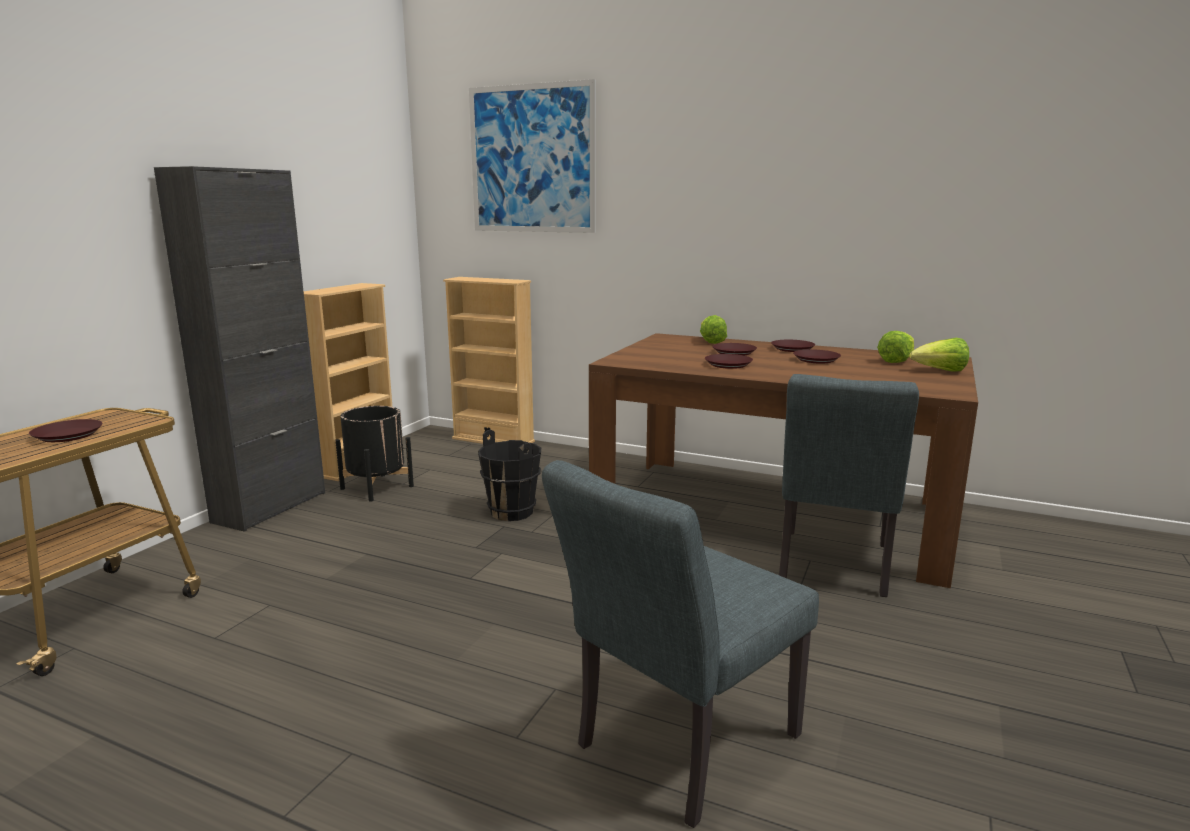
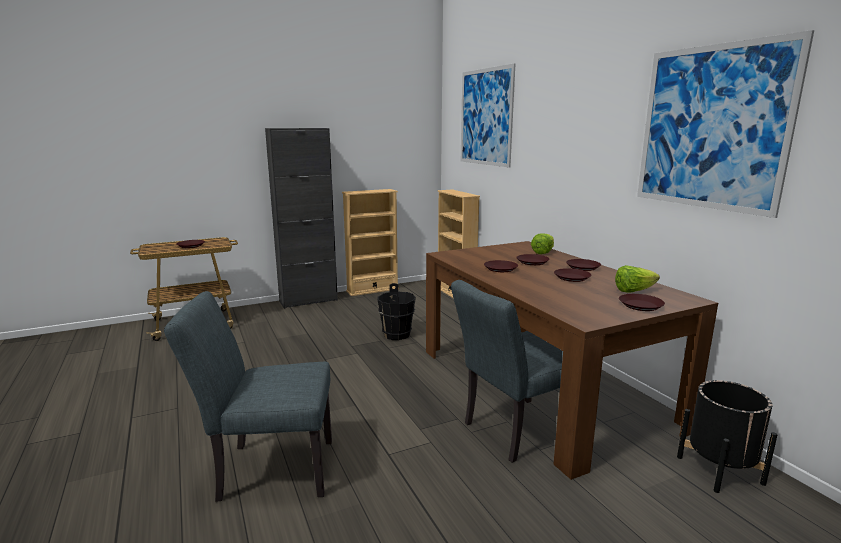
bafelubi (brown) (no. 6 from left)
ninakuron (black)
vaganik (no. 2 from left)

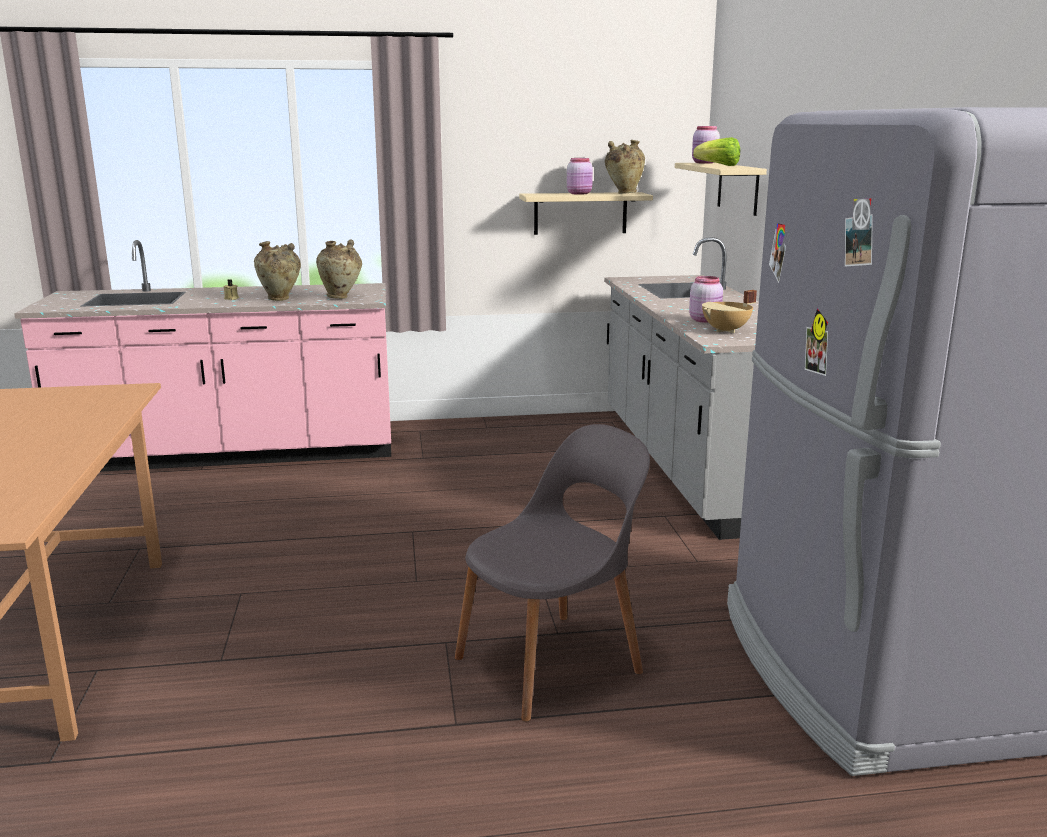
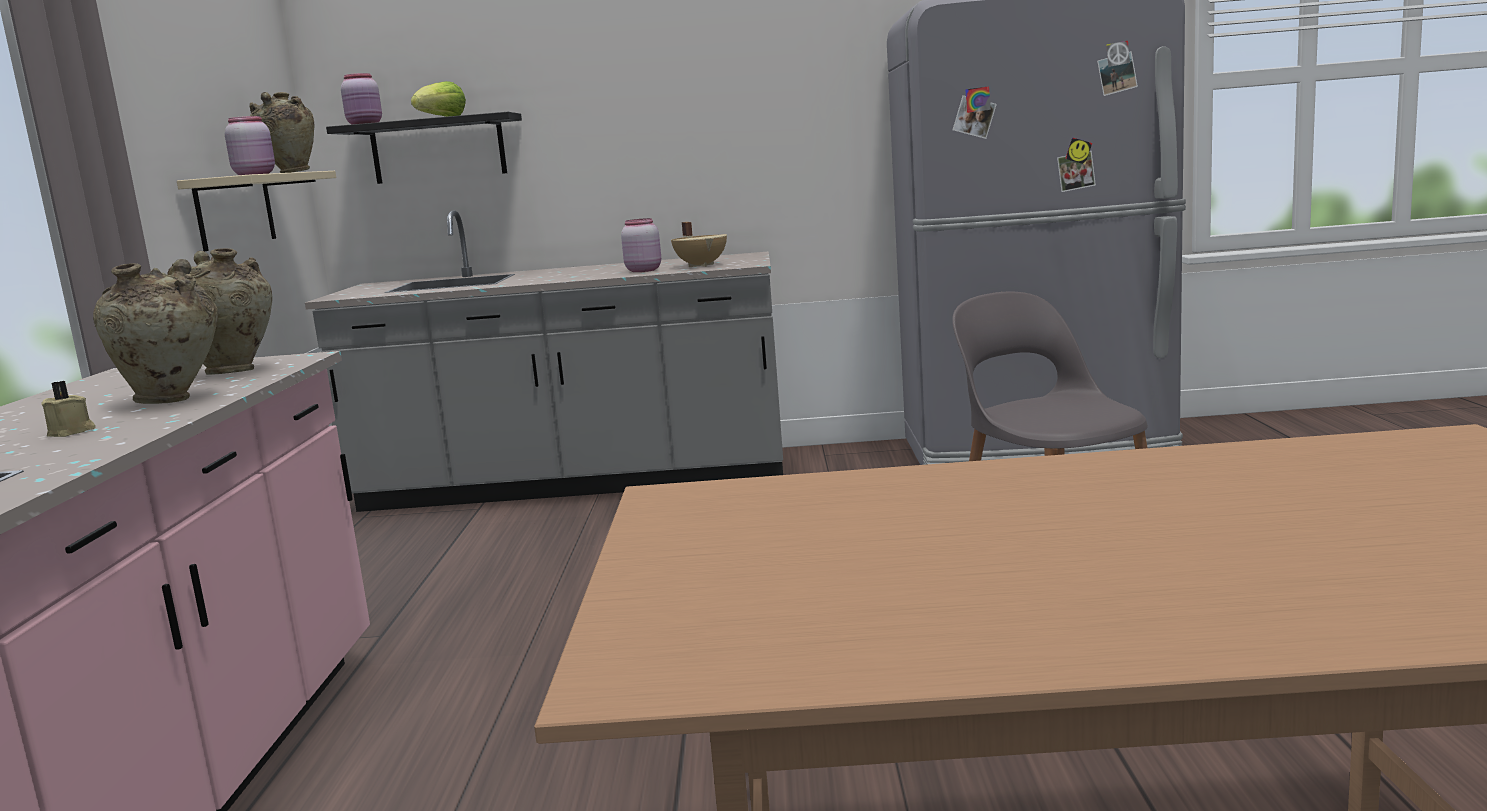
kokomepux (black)

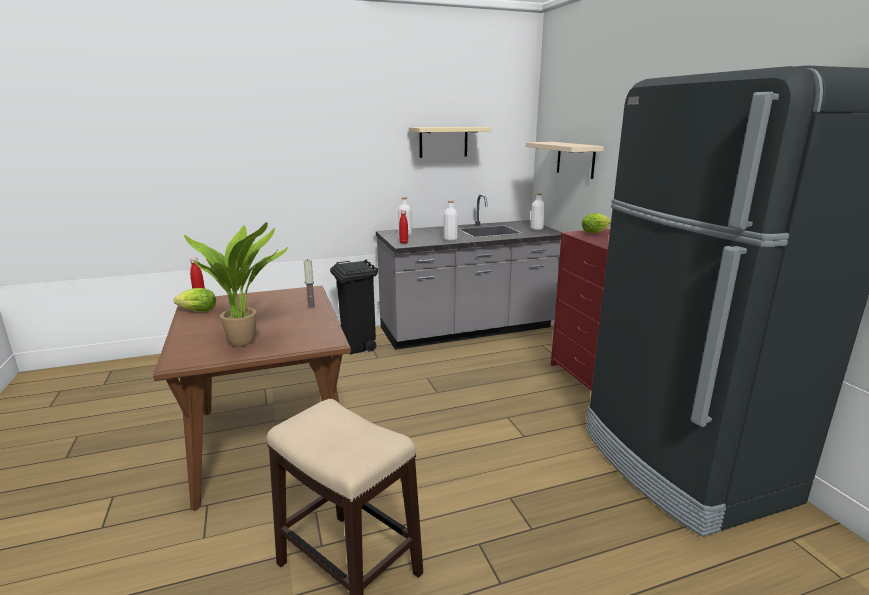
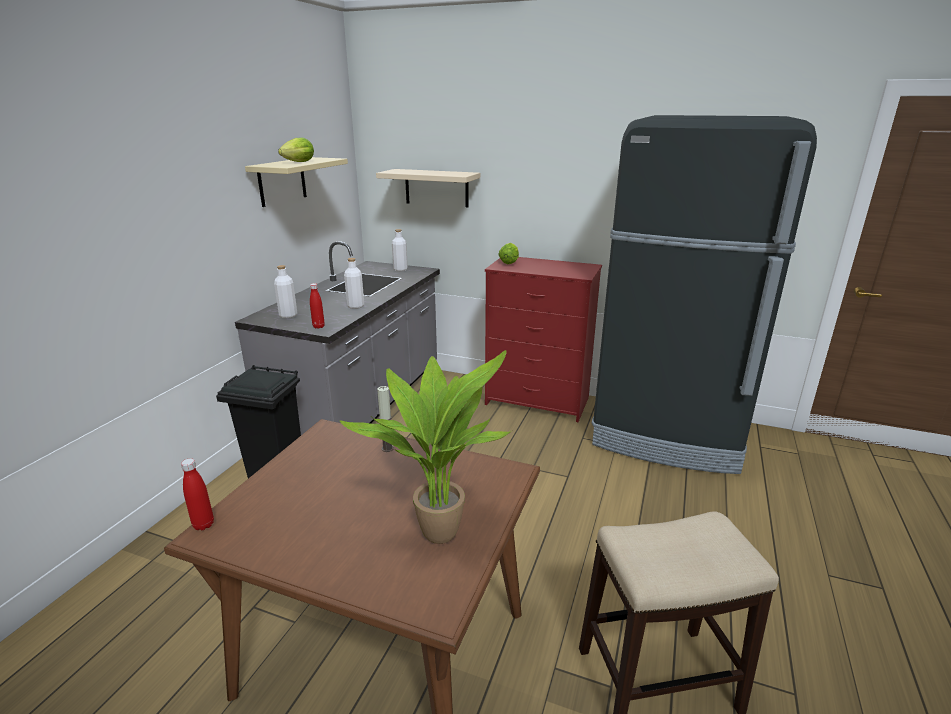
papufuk (no. 1 from left)

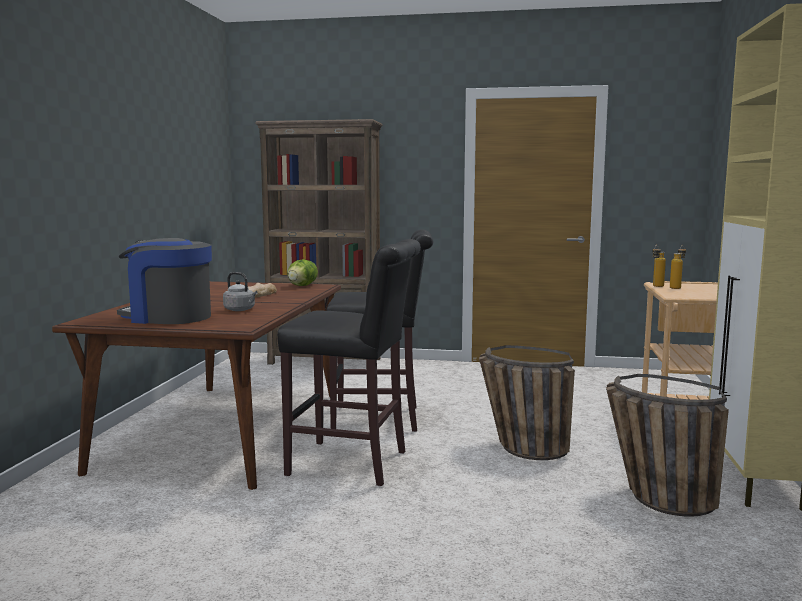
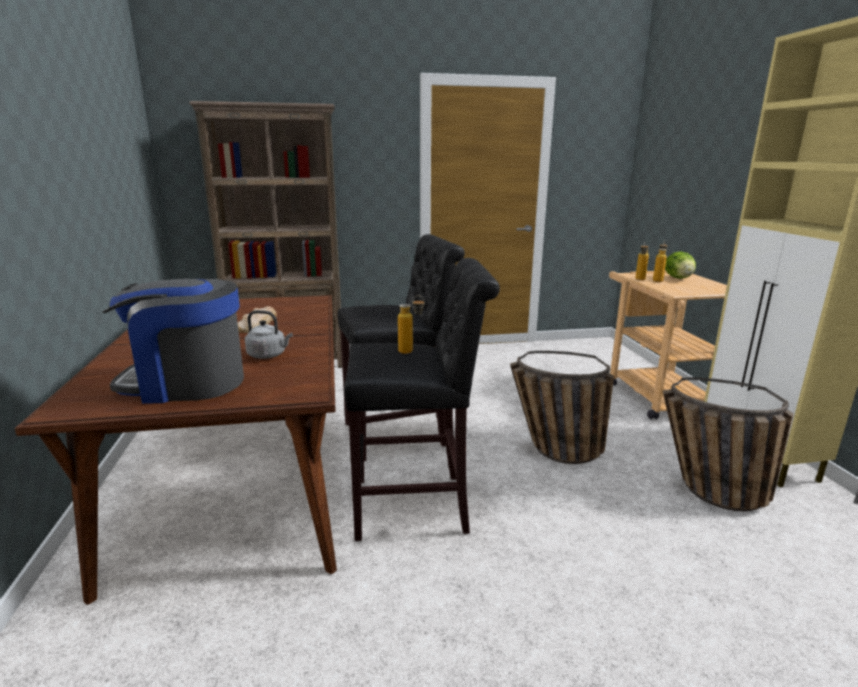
papufuk
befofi (no. 1 from left)

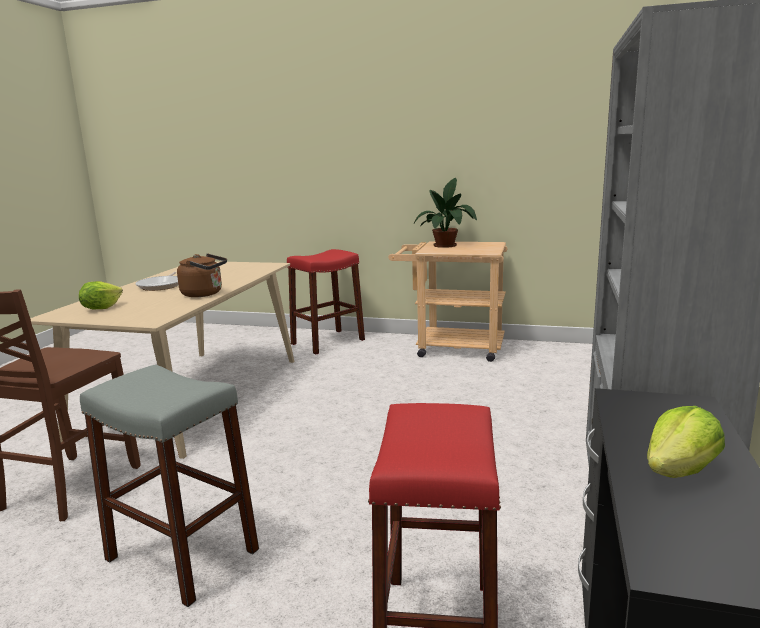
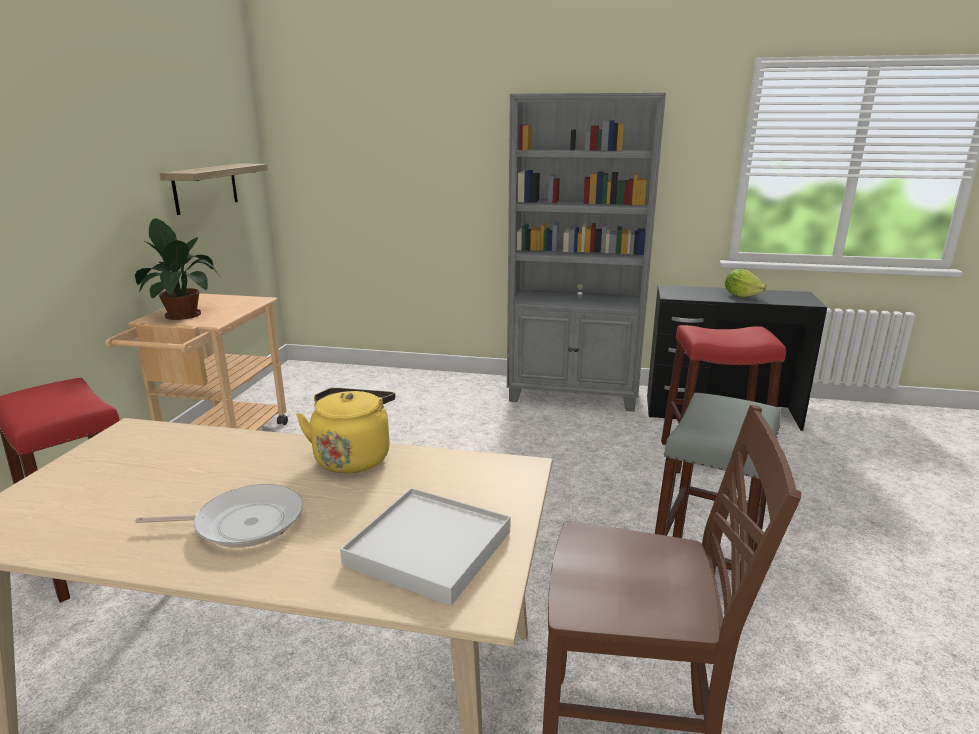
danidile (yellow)
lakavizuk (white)
kokomepux

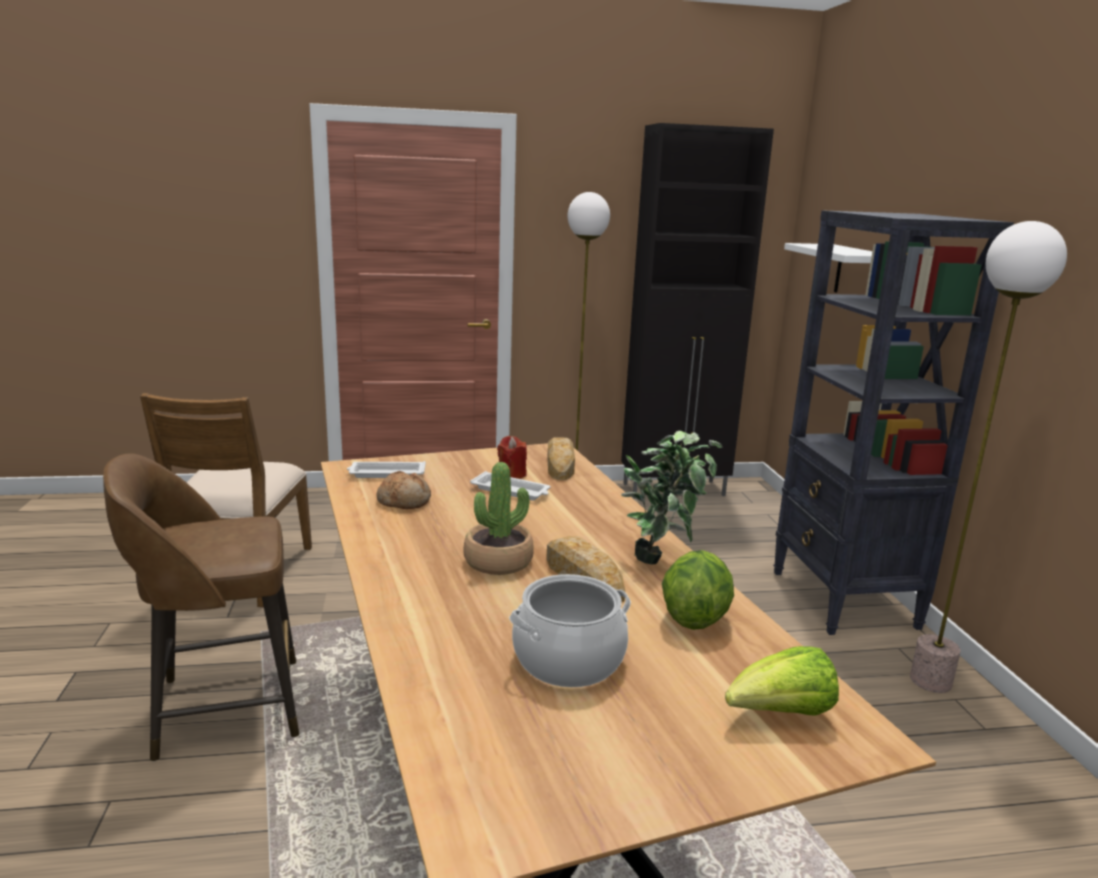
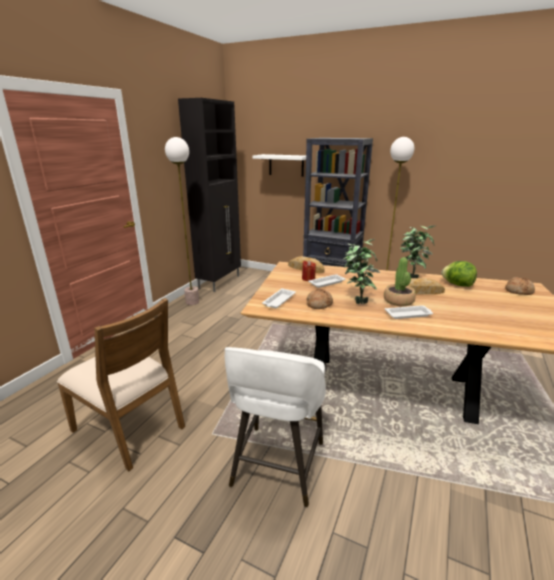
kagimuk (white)
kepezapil
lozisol (no. 4 from left)
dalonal (no. 1 from left)
lakavizuk (white) (no. 3 from left)

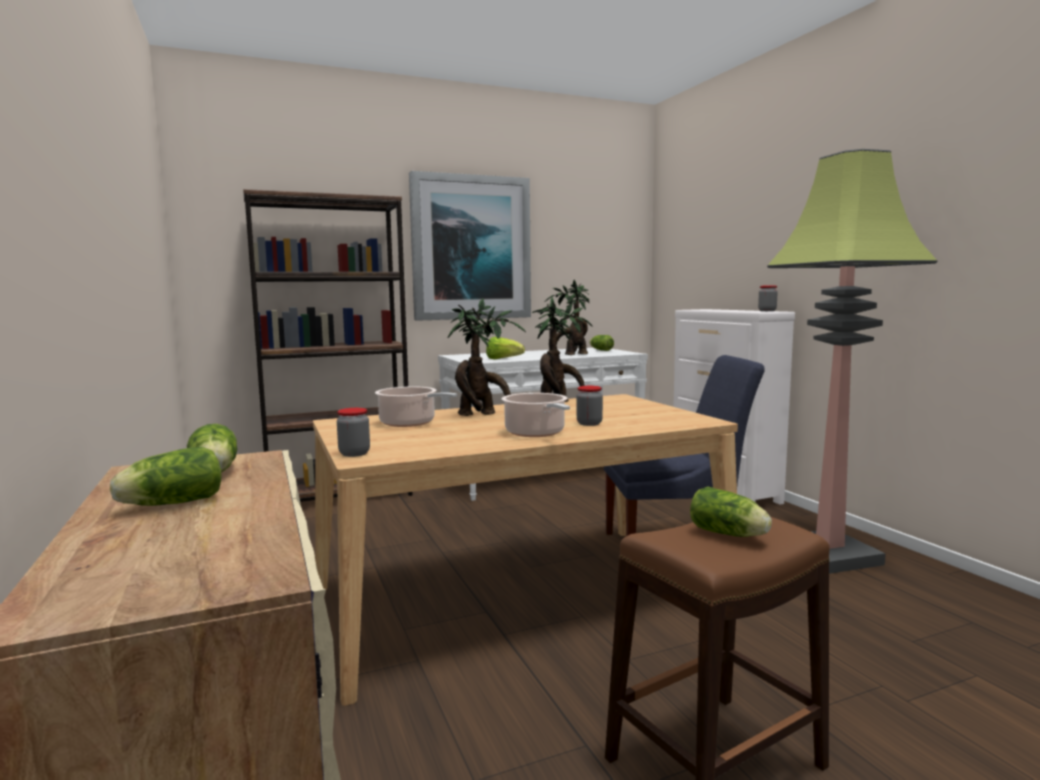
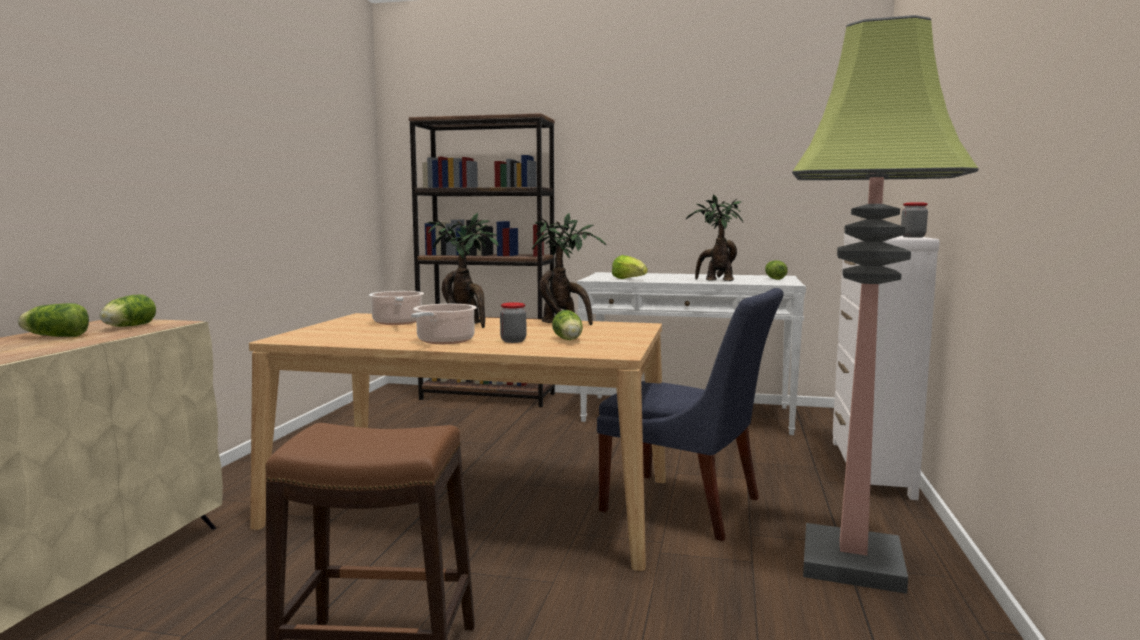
vaganik
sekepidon (no. 1 from left in the first image)
papufuk (no. 3 from left)

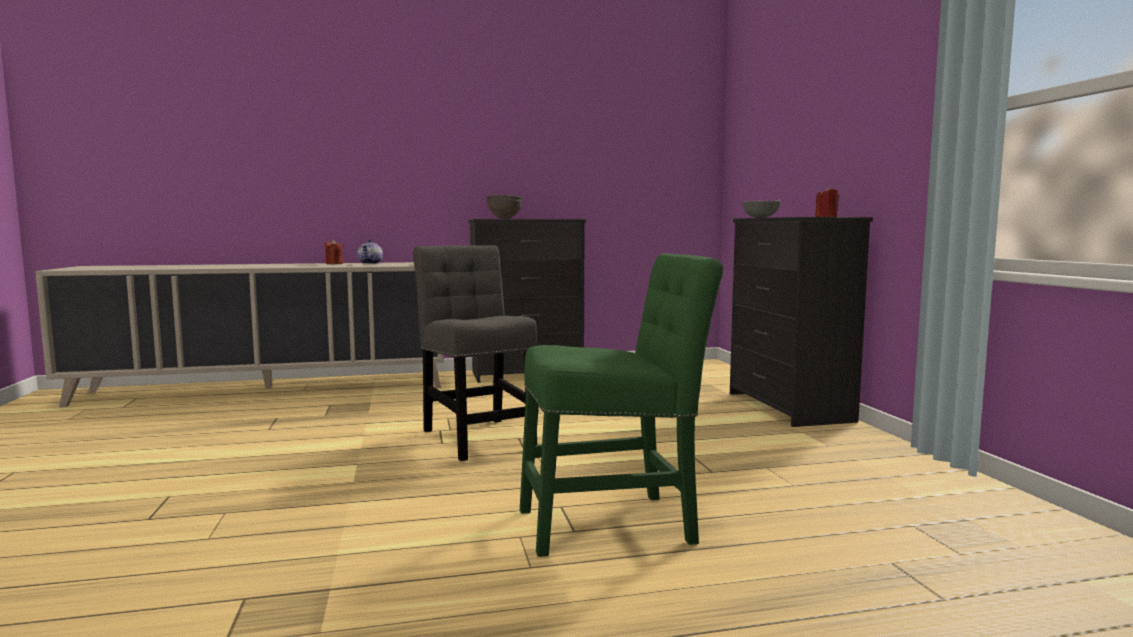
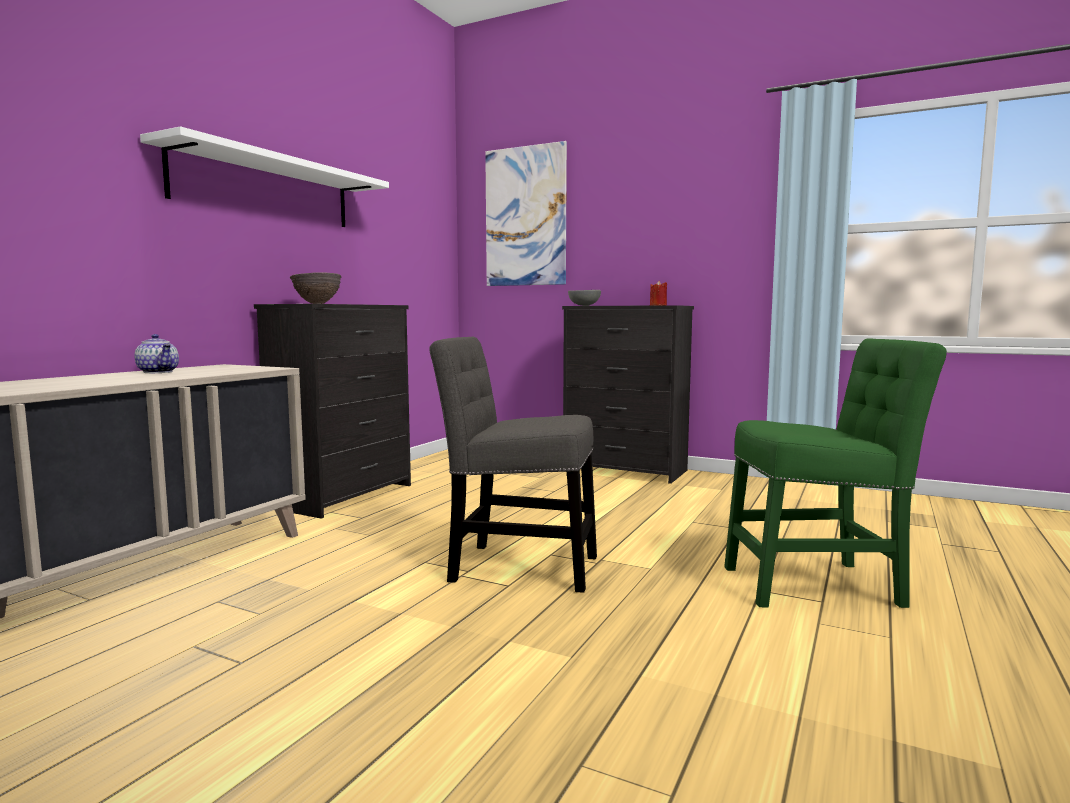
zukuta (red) (no. 1 from left in the first image)
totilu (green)
kokomepux (white)
vaganik

